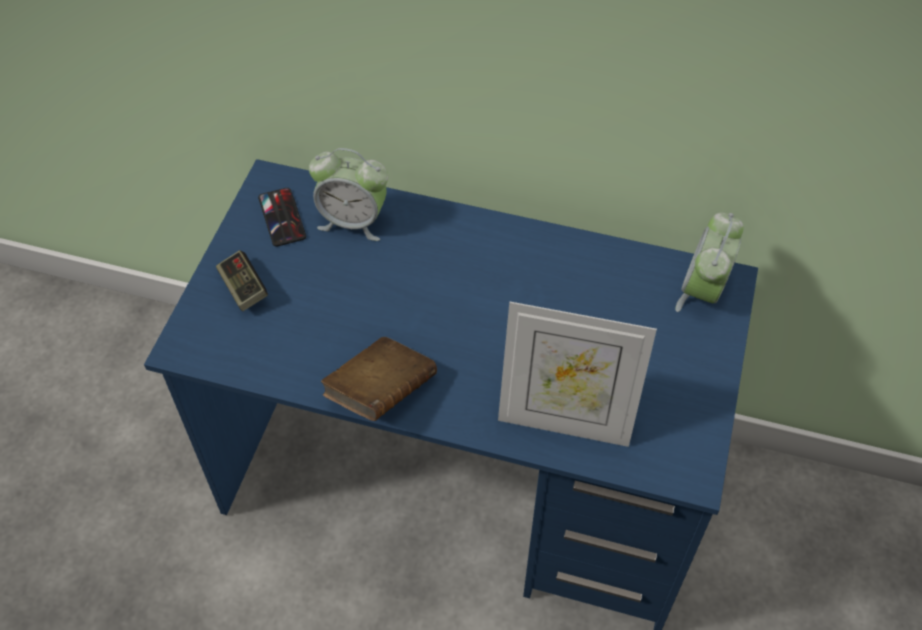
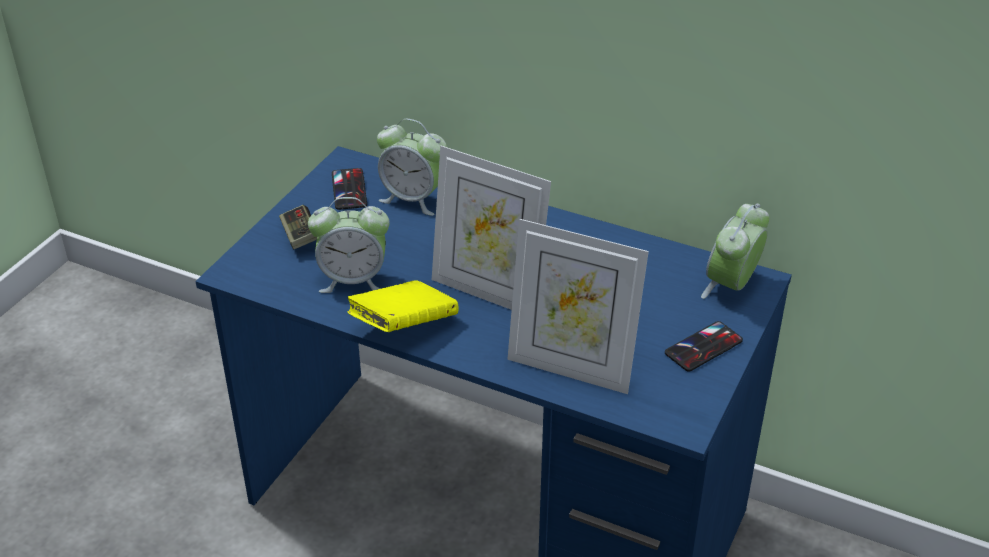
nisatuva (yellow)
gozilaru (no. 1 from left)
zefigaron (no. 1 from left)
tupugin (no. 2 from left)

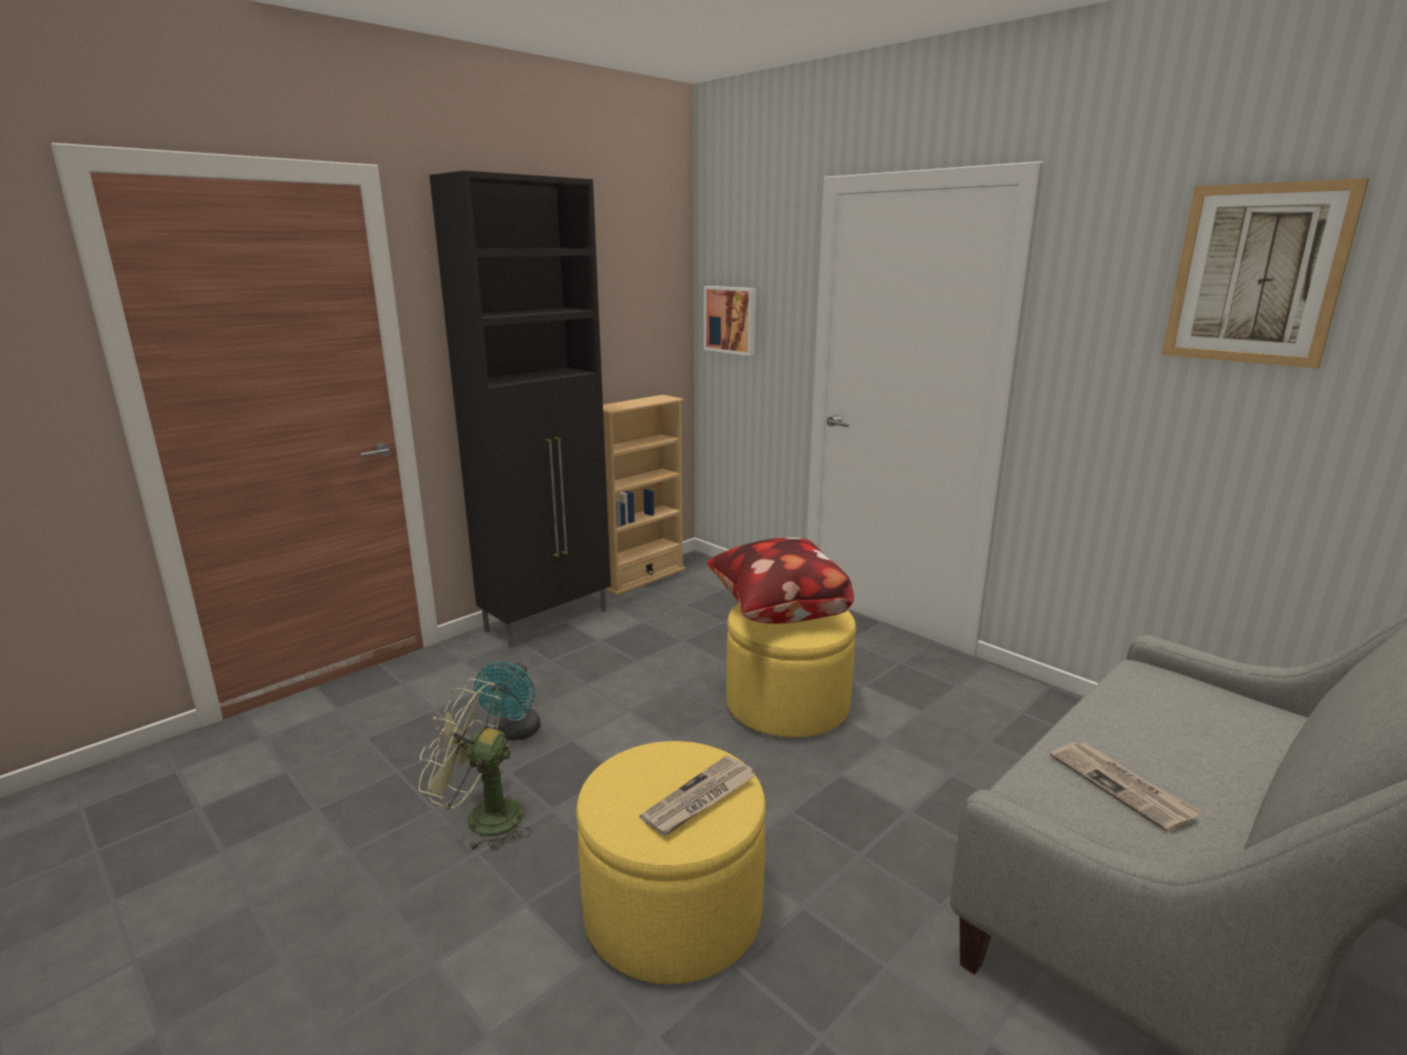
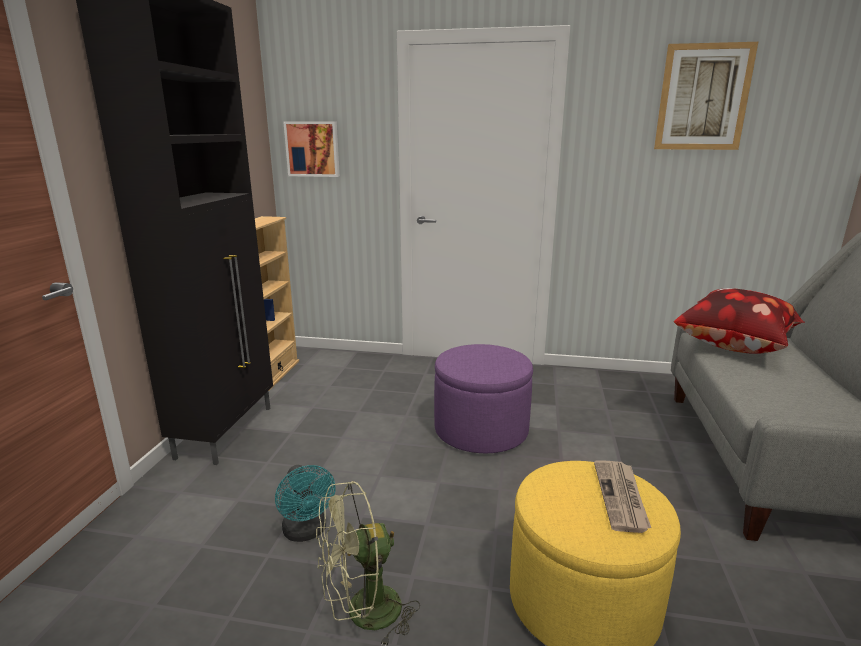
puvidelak
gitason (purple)
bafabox (no. 2 from left in the first image)

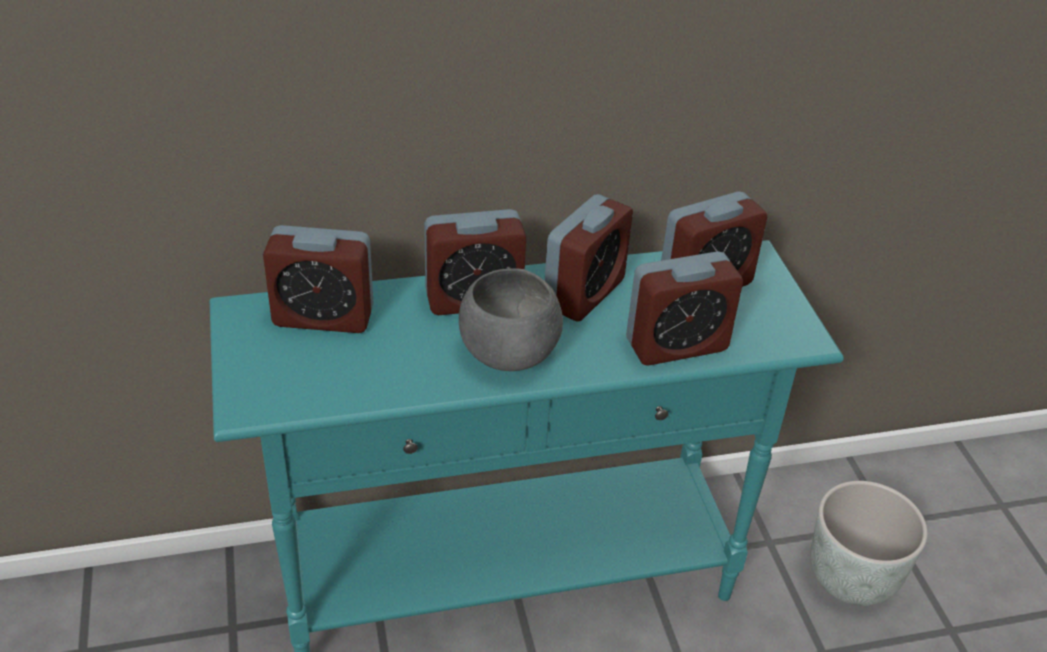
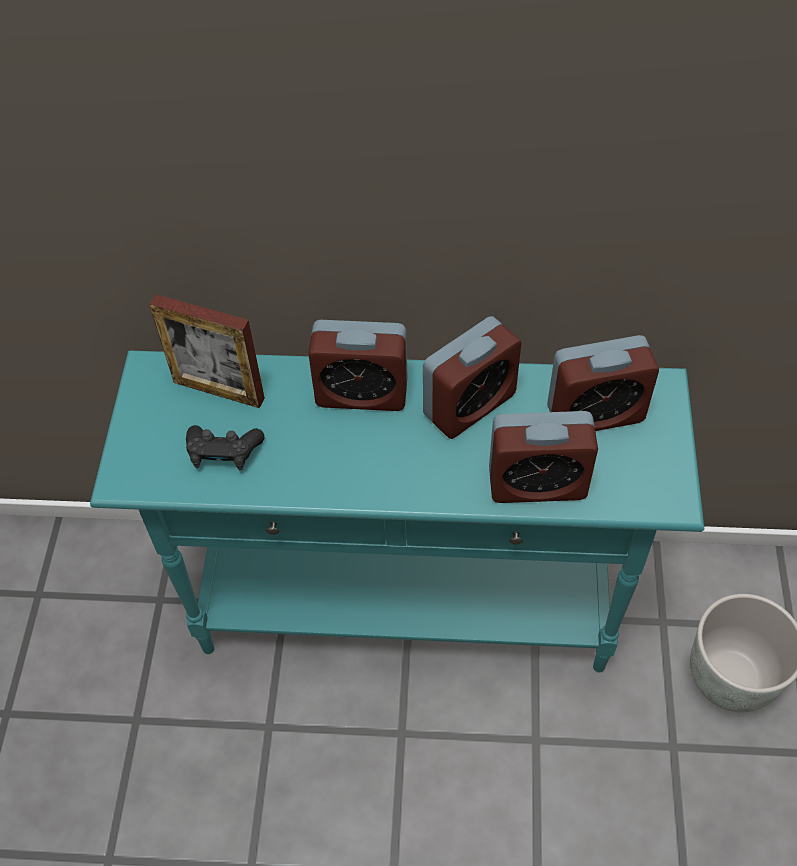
gozilaru
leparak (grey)
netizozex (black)

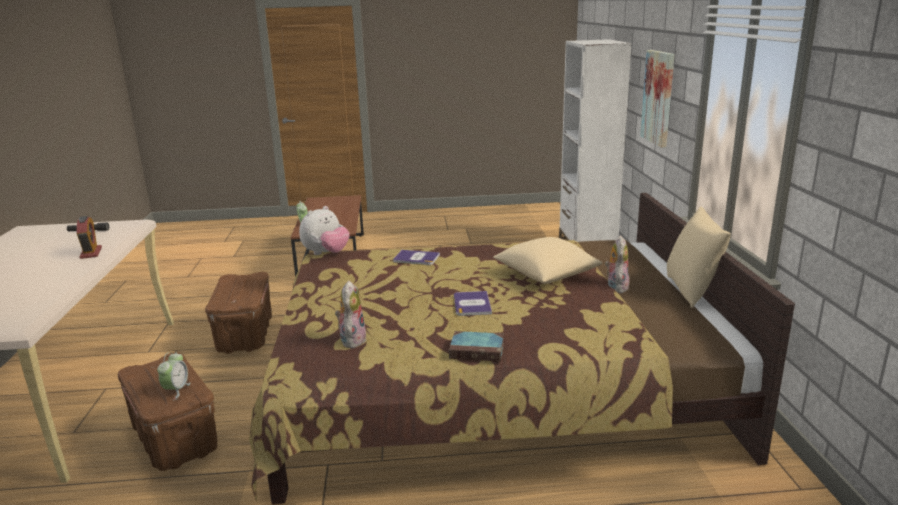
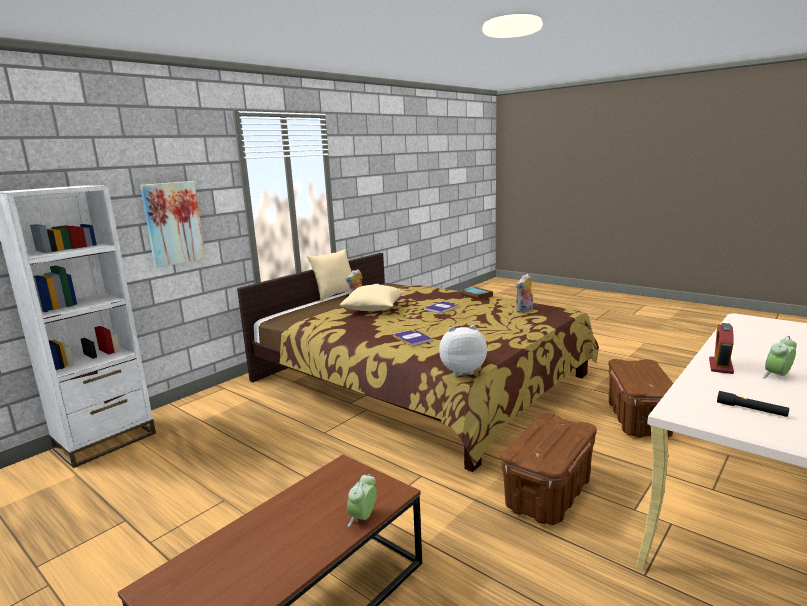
zefigaron (no. 3 from left)

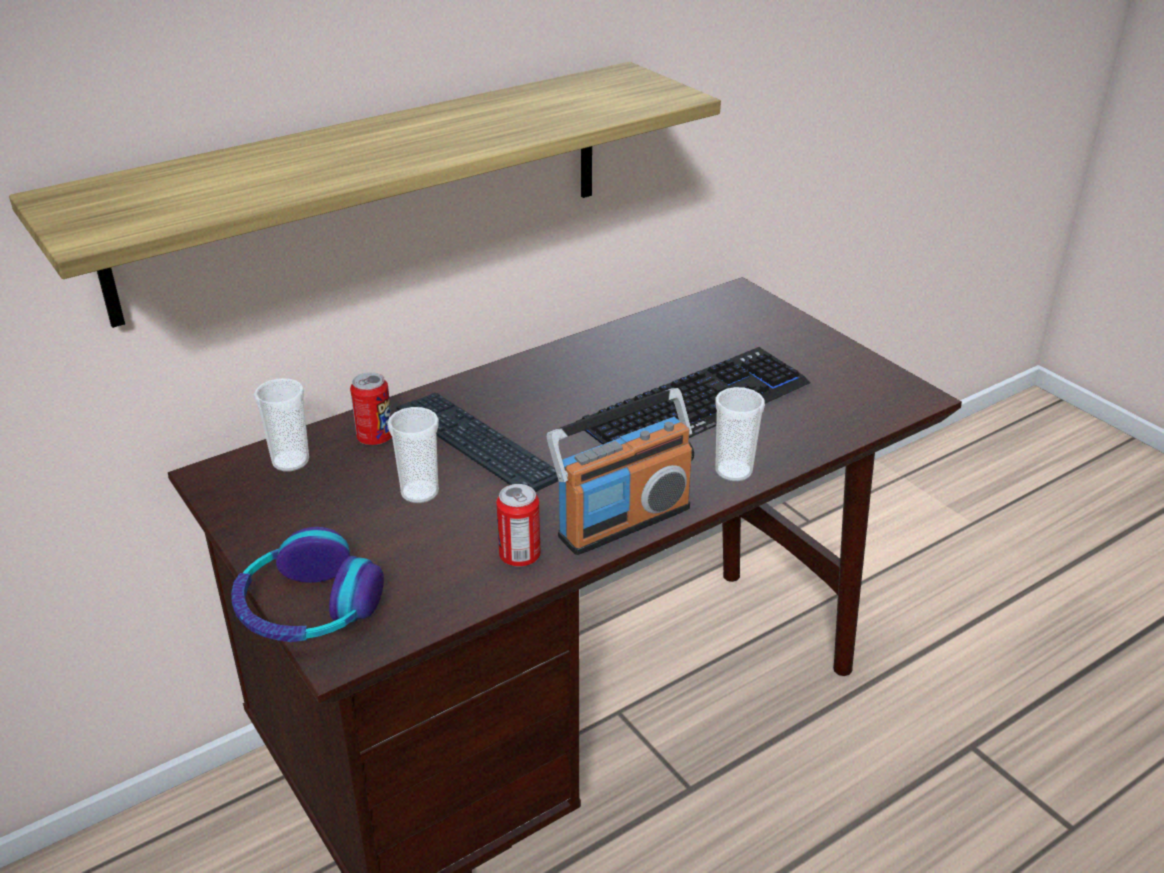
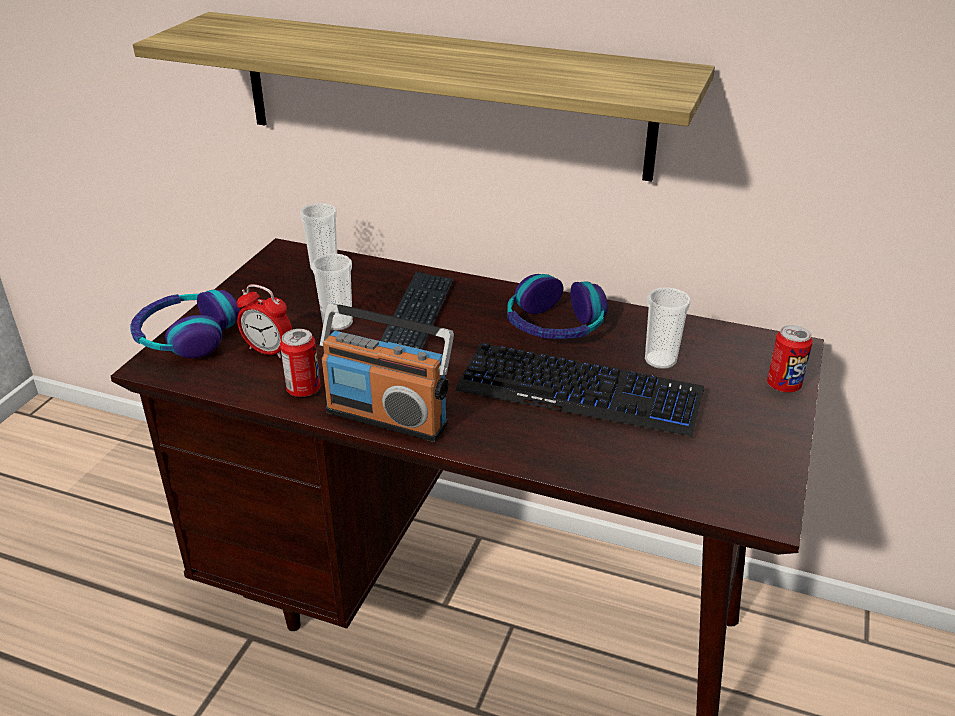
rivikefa (no. 2 from left)
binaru (no. 3 from left)
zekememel (no. 2 from left)
zefigaron

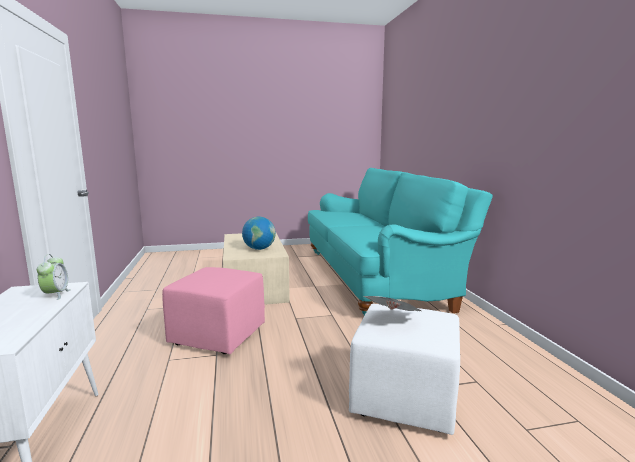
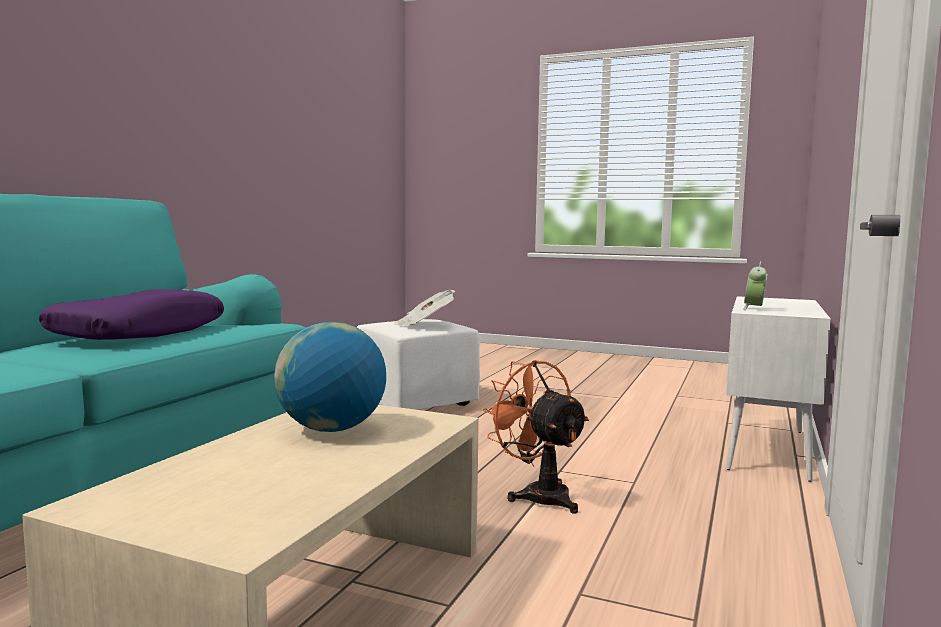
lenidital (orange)
puvidelak (purple)

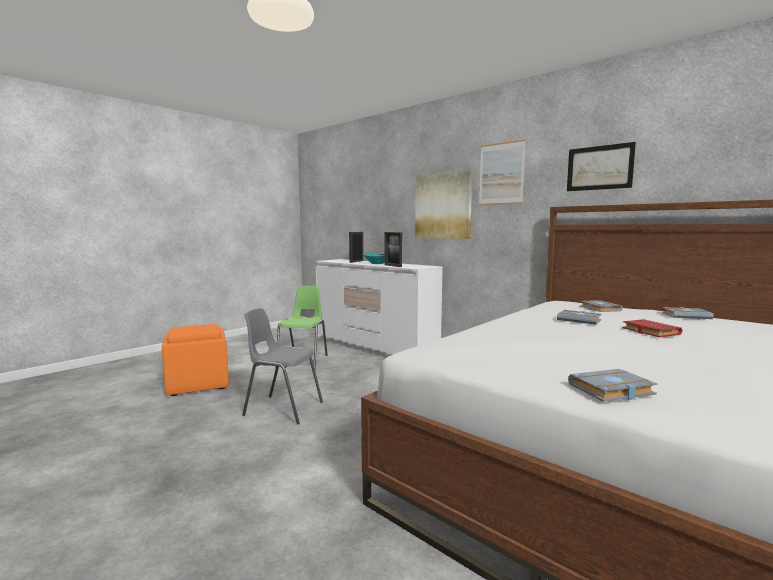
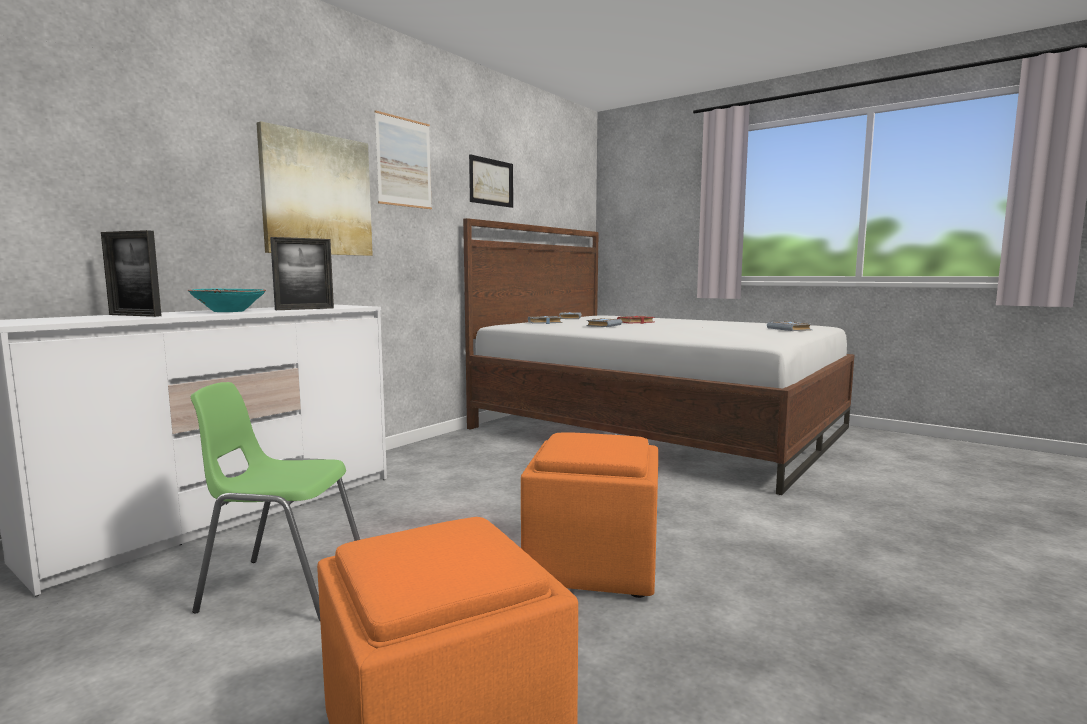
gitason (orange) (no. 2 from left)

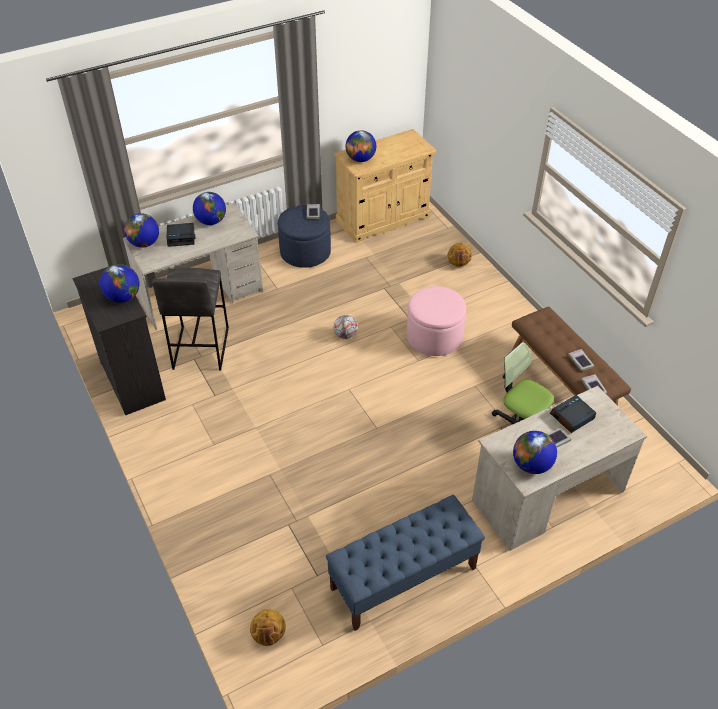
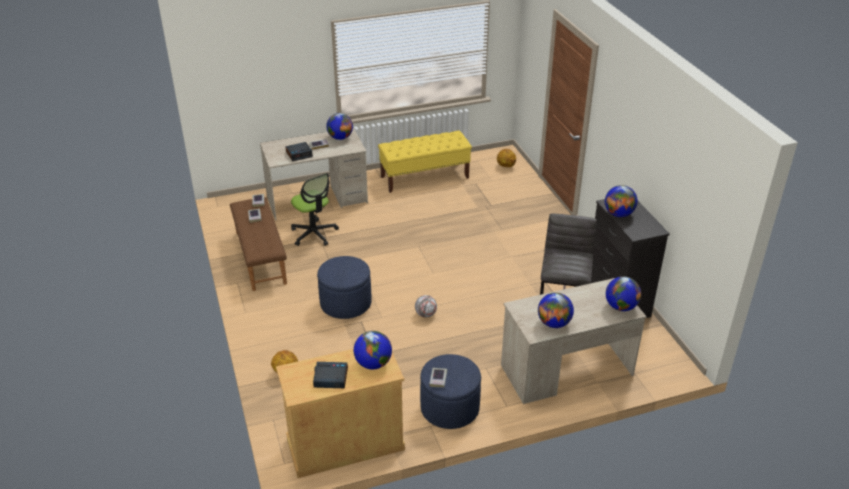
zefigaron (no. 2 from left)
gitason (blue) (no. 1 from left)
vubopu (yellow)

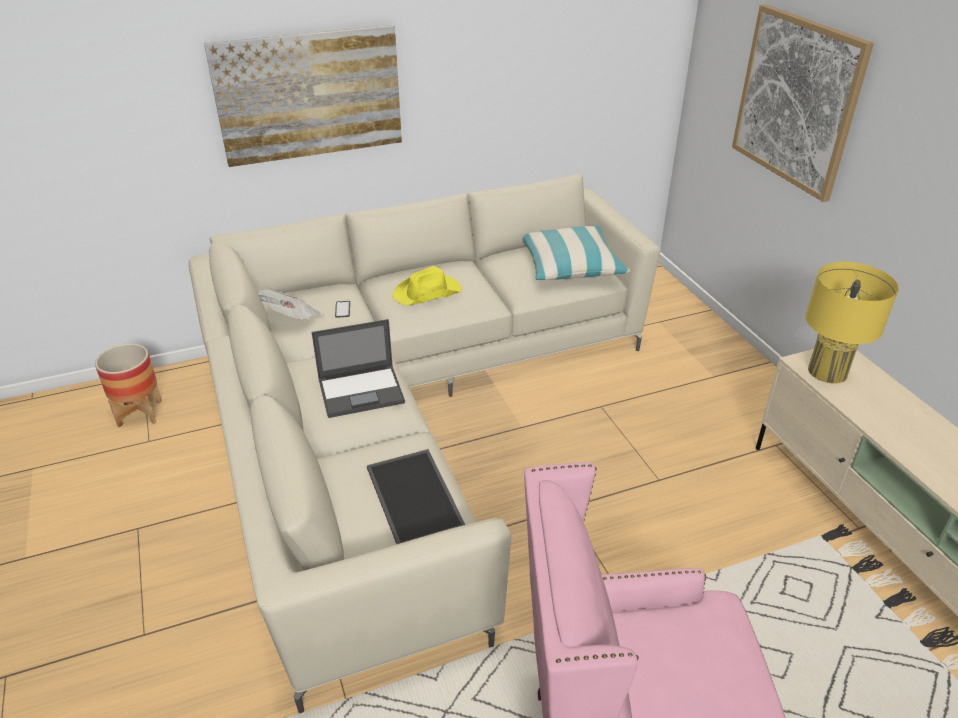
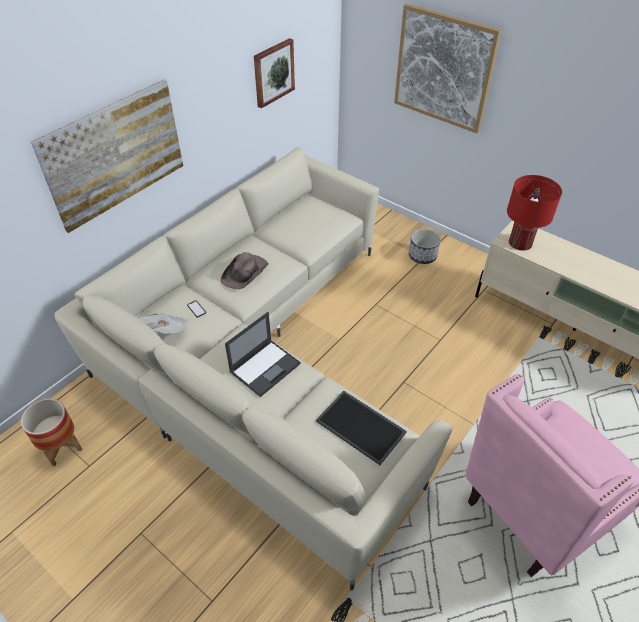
puvidelak
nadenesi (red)
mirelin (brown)
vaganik (no. 2 from left)
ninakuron (no. 2 from left)

